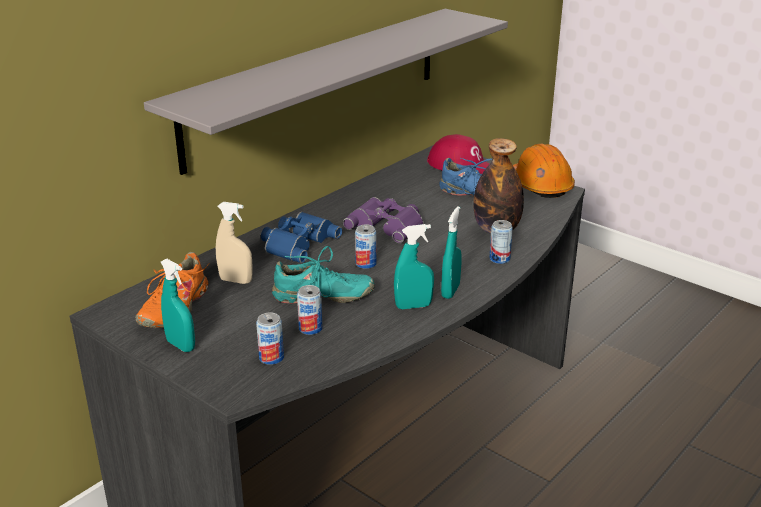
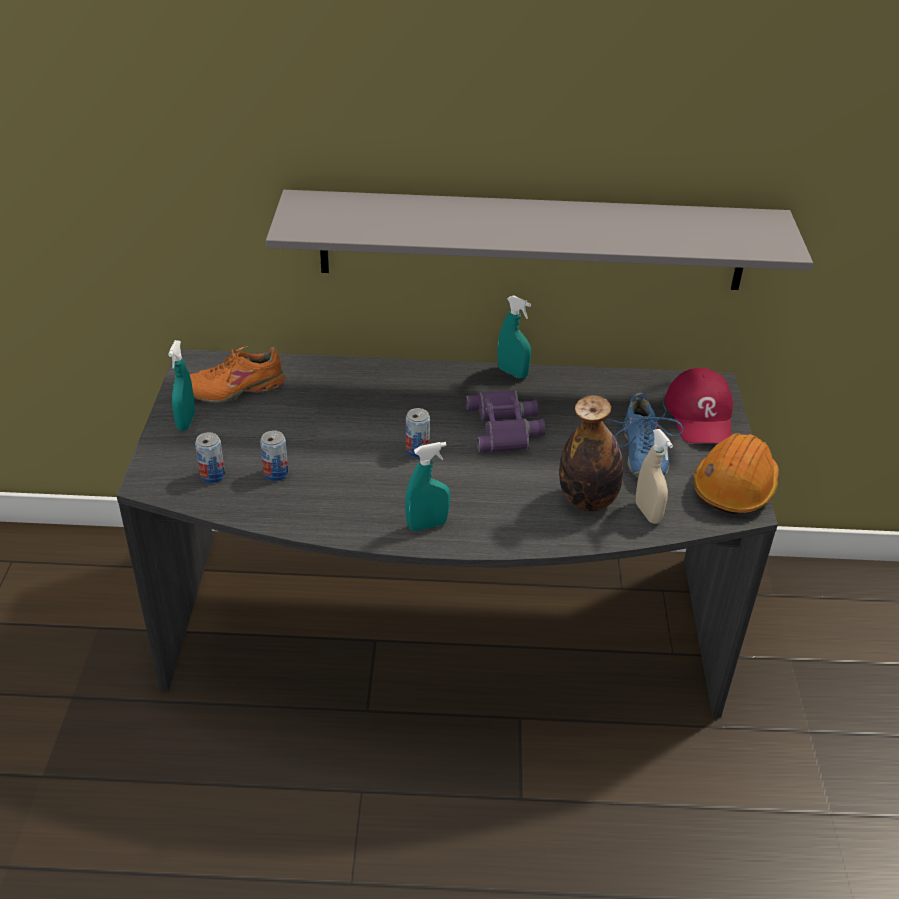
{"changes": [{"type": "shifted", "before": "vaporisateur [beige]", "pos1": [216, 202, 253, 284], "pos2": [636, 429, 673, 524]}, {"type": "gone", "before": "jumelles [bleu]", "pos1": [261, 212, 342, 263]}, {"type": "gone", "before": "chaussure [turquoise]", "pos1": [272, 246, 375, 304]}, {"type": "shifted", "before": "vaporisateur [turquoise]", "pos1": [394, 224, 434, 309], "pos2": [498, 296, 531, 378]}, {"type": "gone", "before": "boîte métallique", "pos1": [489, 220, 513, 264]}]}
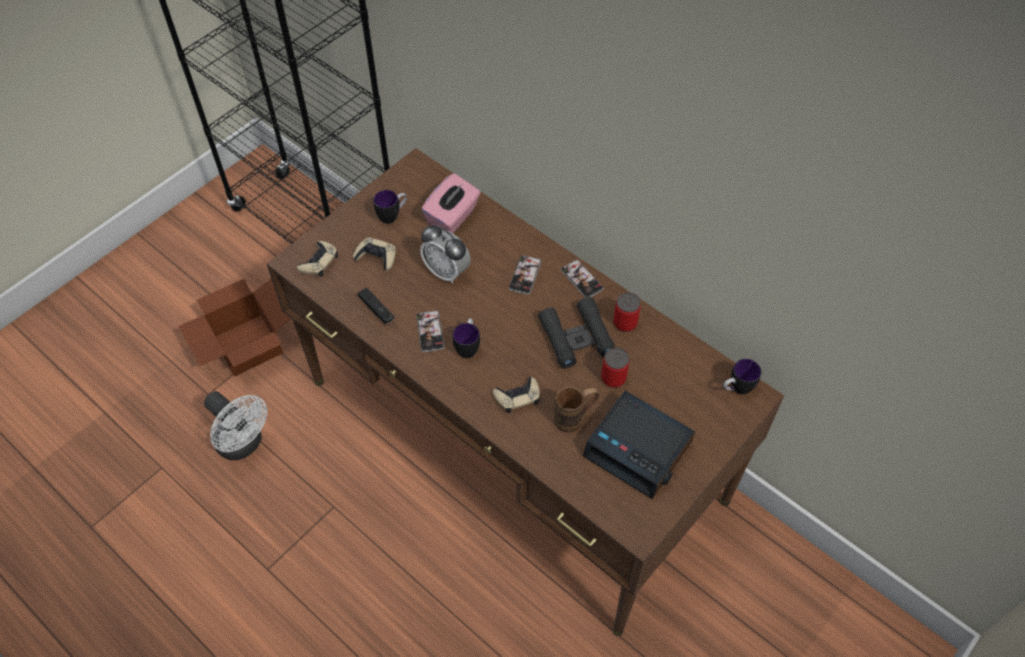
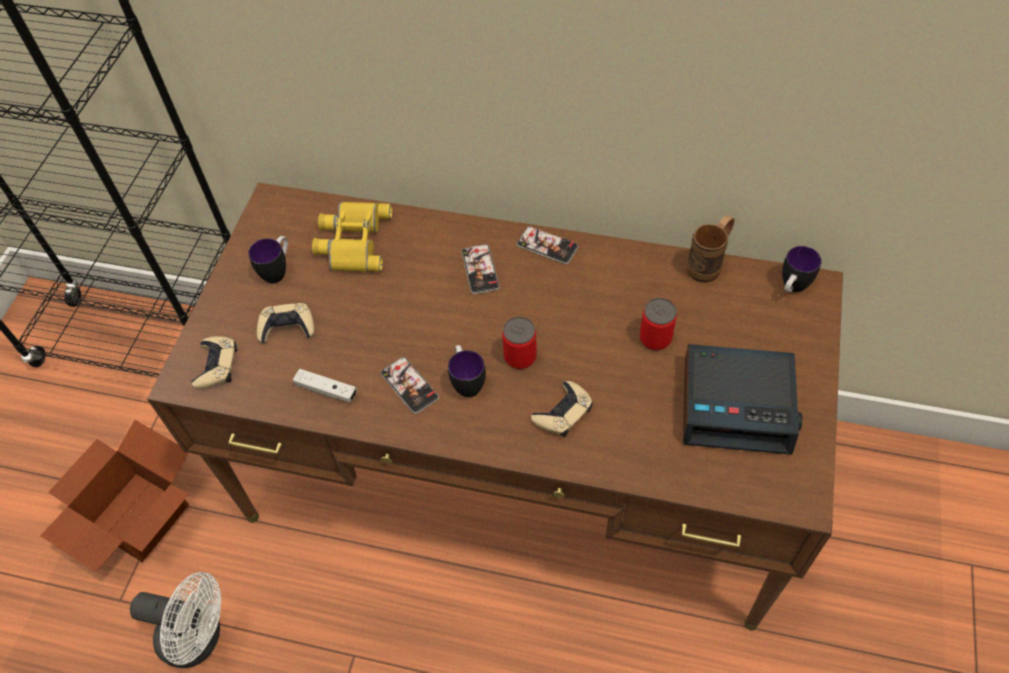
{"changes": [{"type": "repainted", "before": "manette [noir]", "after": "manette [blanc]", "pos1": [358, 288, 395, 325], "pos2": [293, 369, 357, 403]}, {"type": "gone", "before": "réveil", "pos1": [420, 225, 471, 284]}, {"type": "swapped", "before": "boîte à mouchoirs [rose]", "after": "jumelles [jaune]", "pos1": [421, 173, 480, 233], "pos2": [312, 202, 392, 272]}, {"type": "gone", "before": "jumelles [noir]", "pos1": [538, 297, 615, 369]}, {"type": "shifted", "before": "mug [marron]", "pos1": [554, 387, 600, 433], "pos2": [687, 215, 735, 283]}, {"type": "shifted", "before": "boîte métallique", "pos1": [613, 292, 641, 332], "pos2": [502, 317, 537, 369]}]}
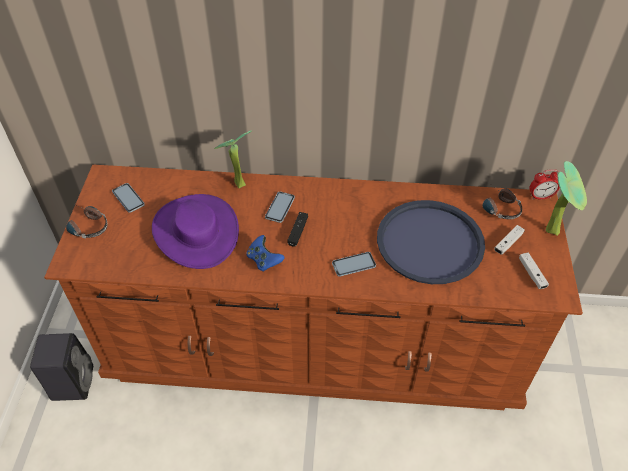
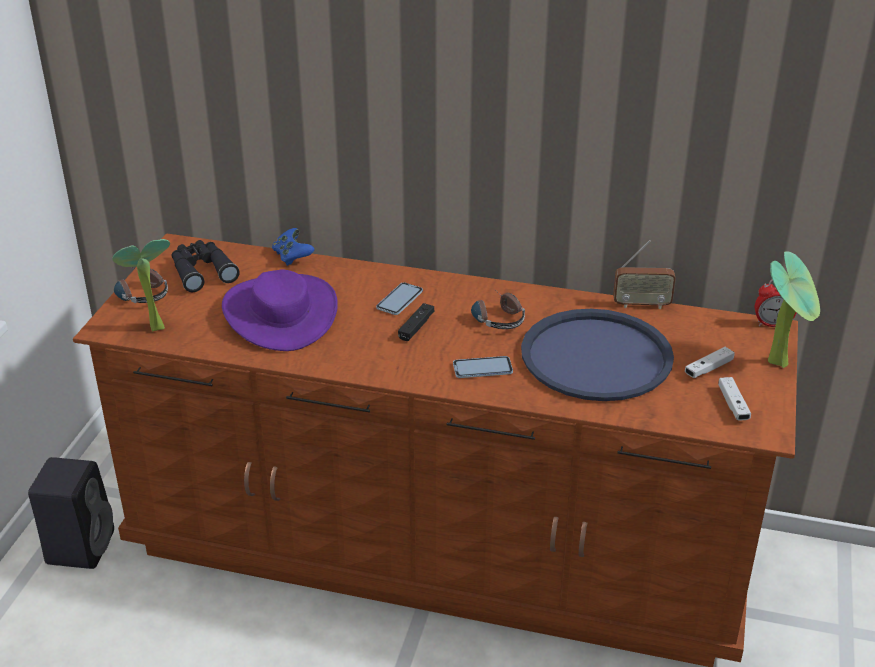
{"changes": [{"type": "swapped", "before": "téléphone", "after": "jumelles [noir]", "pos1": [112, 183, 145, 213], "pos2": [171, 240, 240, 292]}, {"type": "shifted", "before": "plante en pot", "pos1": [214, 130, 252, 188], "pos2": [112, 239, 170, 332]}, {"type": "shifted", "before": "manette [bleu]", "pos1": [246, 235, 284, 272], "pos2": [272, 228, 314, 266]}, {"type": "shifted", "before": "casque audio", "pos1": [482, 183, 523, 219], "pos2": [471, 287, 525, 329]}, {"type": "new", "after": "radio", "pos2": [613, 240, 676, 309]}]}
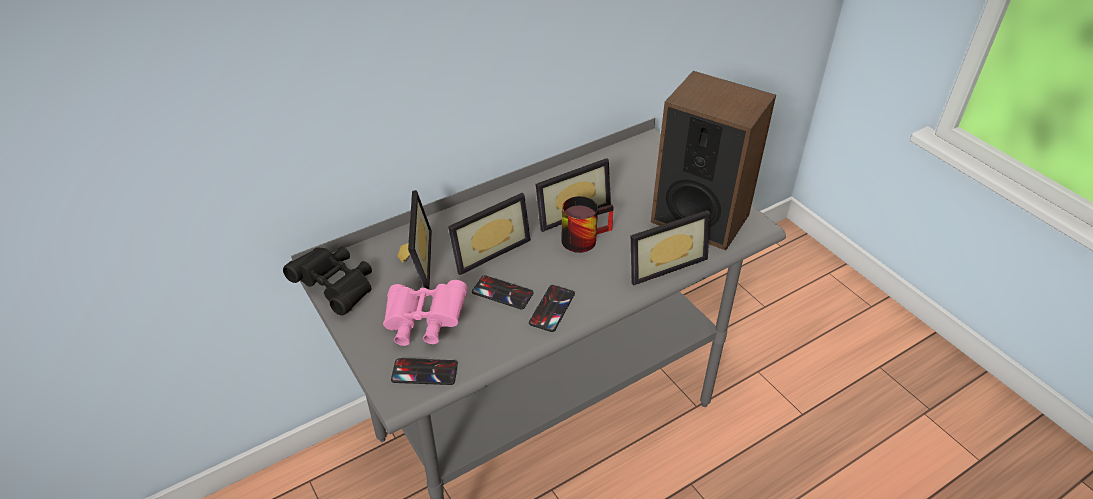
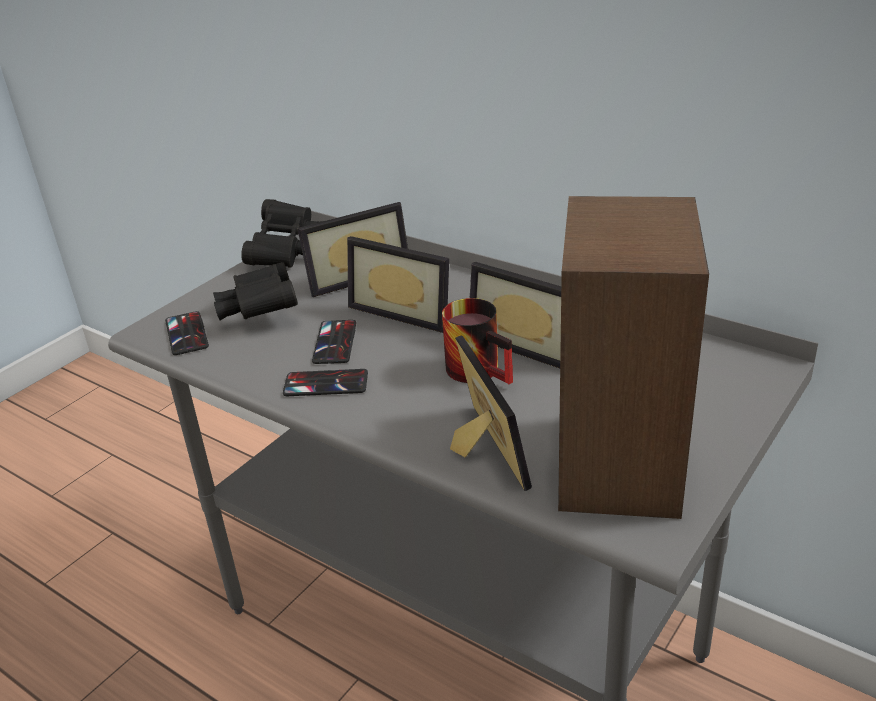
{"changes": [{"type": "repainted", "before": "jumelles [rose]", "after": "jumelles [noir]", "pos1": [383, 280, 468, 346], "pos2": [213, 262, 298, 320]}, {"type": "rotated", "before": "cadre photo", "pos1": [631, 210, 710, 285], "pos2": [450, 336, 532, 491], "turn": -150}]}
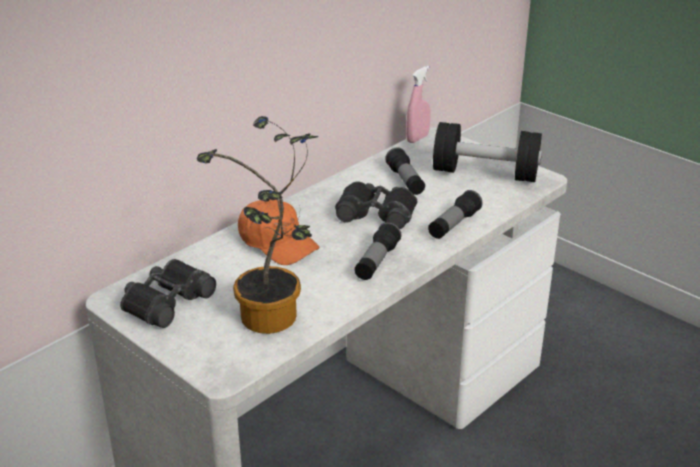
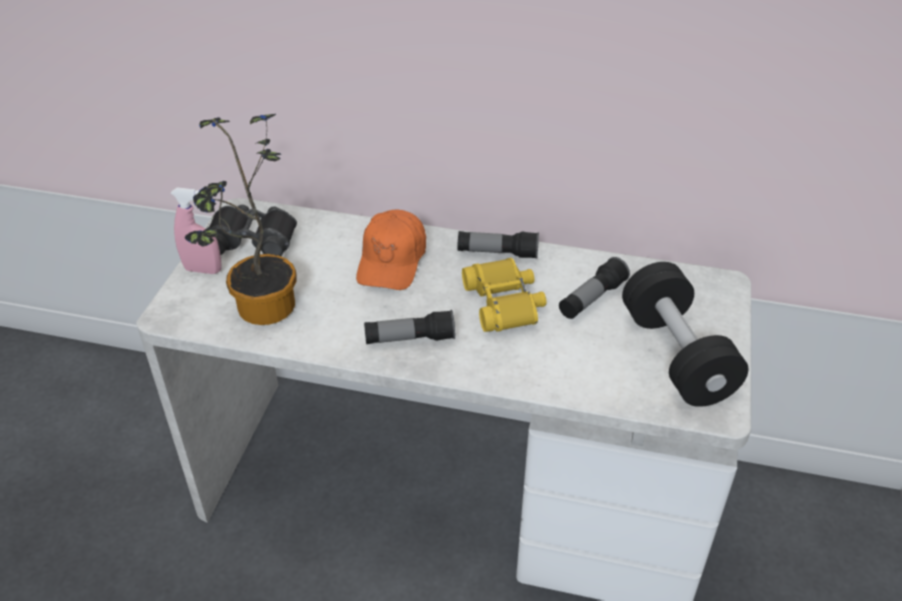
{"changes": [{"type": "repainted", "before": "jumelles [noir]", "after": "jumelles [jaune]", "pos1": [335, 181, 418, 229], "pos2": [462, 258, 546, 332]}, {"type": "shifted", "before": "vaporisateur [rose]", "pos1": [406, 66, 431, 143], "pos2": [171, 187, 222, 274]}, {"type": "shifted", "before": "lampe de poche", "pos1": [428, 190, 483, 239], "pos2": [457, 231, 539, 259]}]}
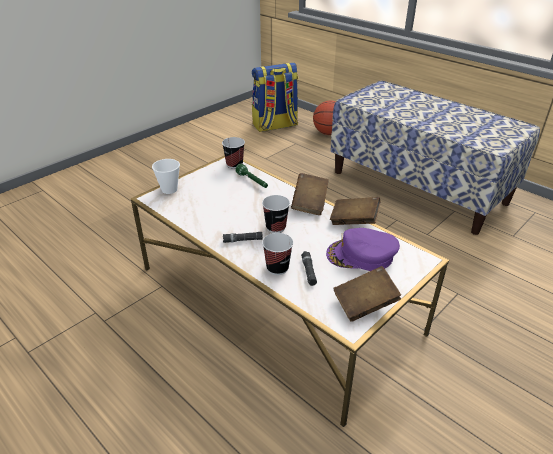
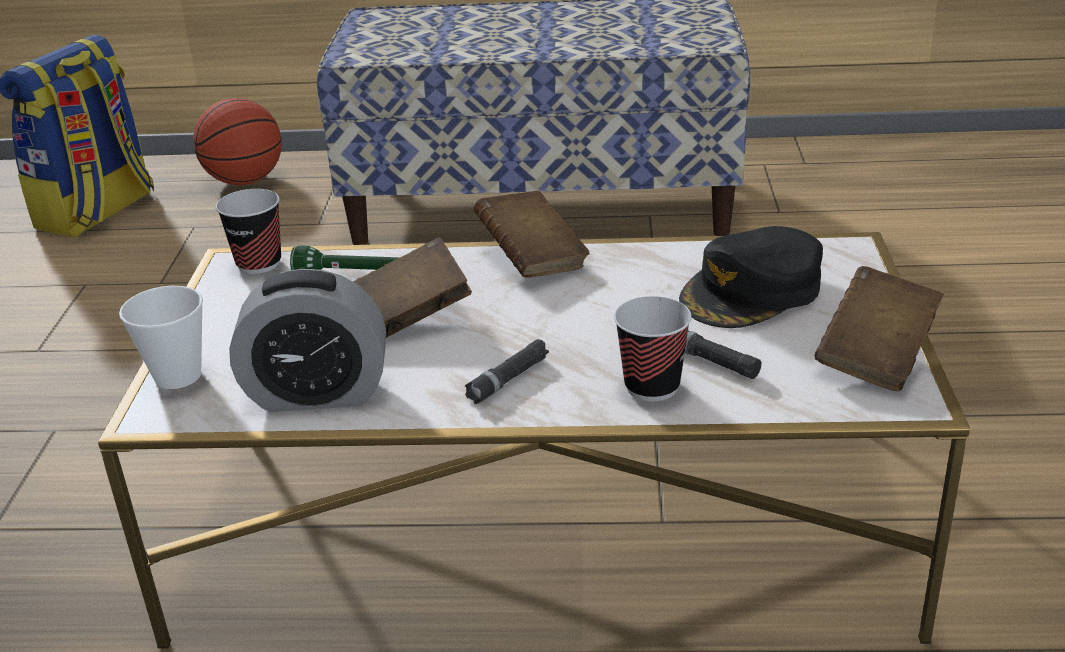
{"changes": [{"type": "gone", "before": "tasse", "pos1": [262, 195, 290, 233]}, {"type": "repainted", "before": "casquette [violet]", "after": "casquette [noir]", "pos1": [326, 228, 400, 271], "pos2": [679, 226, 823, 328]}, {"type": "shifted", "before": "livre [marron]", "pos1": [330, 197, 381, 225], "pos2": [353, 238, 472, 338]}, {"type": "new", "after": "réveil", "pos2": [229, 269, 386, 412]}]}
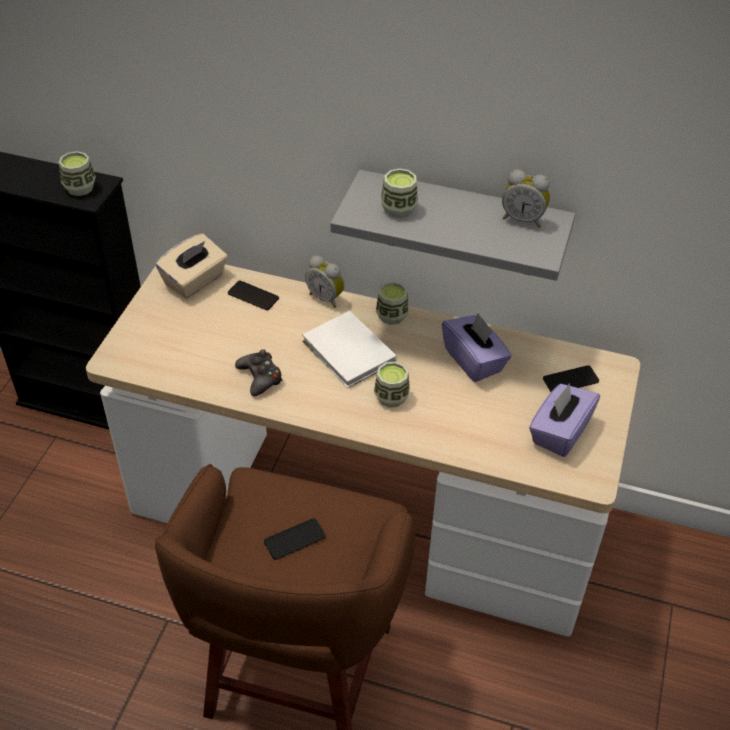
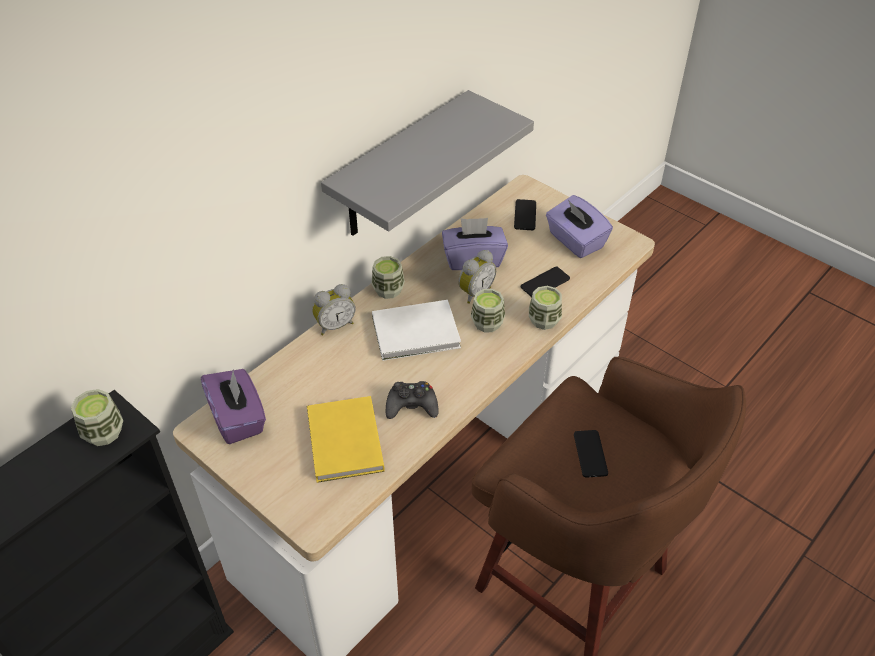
{"changes": [{"type": "repainted", "before": "boîte à mouchoirs [beige]", "after": "boîte à mouchoirs [violet]", "pos1": [156, 233, 228, 298], "pos2": [201, 369, 266, 444]}, {"type": "shifted", "before": "téléphone", "pos1": [228, 281, 279, 310], "pos2": [521, 267, 570, 297]}, {"type": "shifted", "before": "tasse", "pos1": [381, 168, 418, 218], "pos2": [529, 286, 562, 330]}, {"type": "shifted", "before": "réveil", "pos1": [502, 170, 550, 228], "pos2": [458, 250, 496, 304]}, {"type": "new", "after": "livre [jaune]", "pos2": [307, 396, 385, 483]}]}
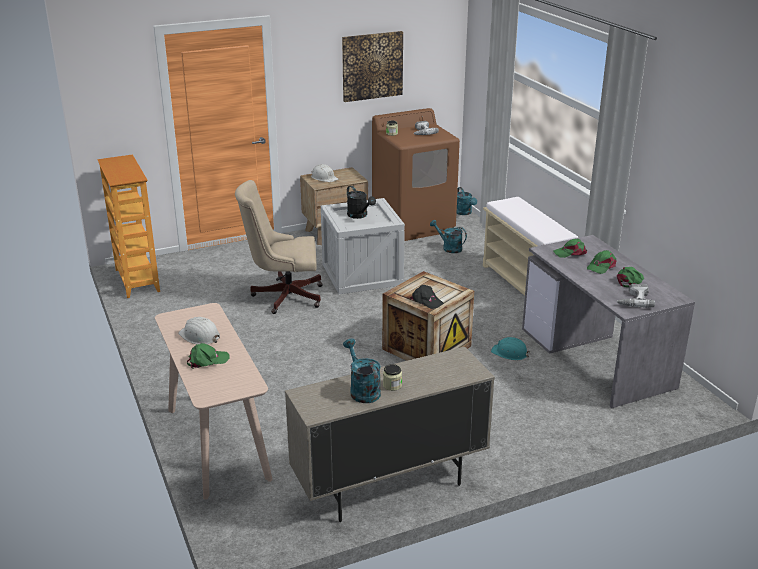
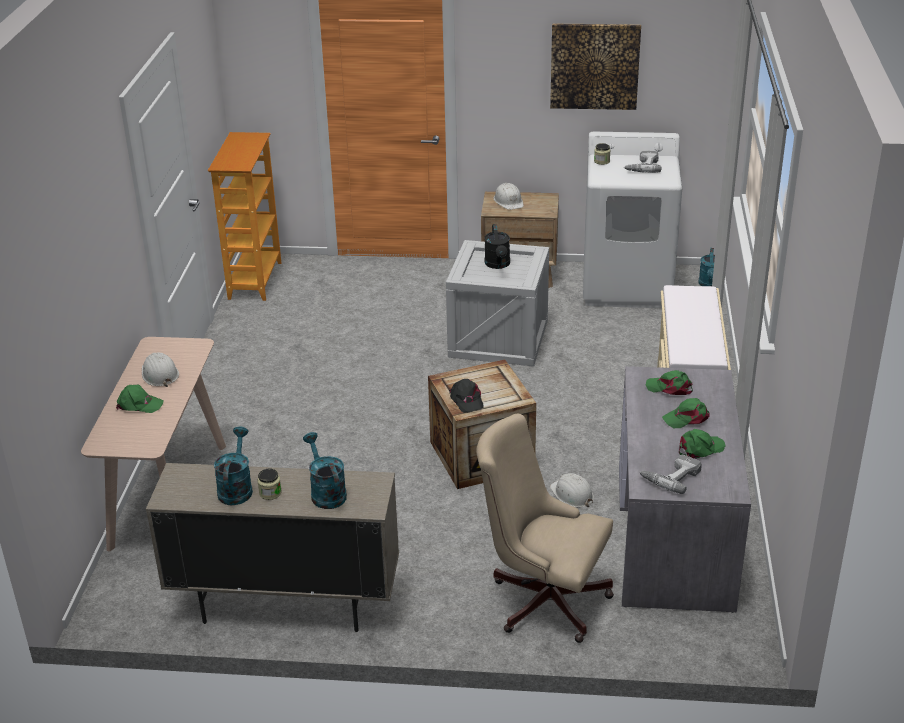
{"changes": [{"type": "shifted", "before": "chaise de bureau [beige]", "pos1": [235, 180, 323, 314], "pos2": [476, 413, 614, 643]}, {"type": "repainted", "before": "lave-linge [marron]", "after": "lave-linge [blanc]", "pos1": [372, 108, 460, 241], "pos2": [583, 132, 682, 308]}, {"type": "shifted", "before": "arrosoir [turquoise]", "pos1": [430, 220, 467, 253], "pos2": [303, 432, 347, 509]}, {"type": "repainted", "before": "casque de chantier [turquoise]", "after": "casque de chantier [blanc]", "pos1": [491, 337, 530, 360], "pos2": [550, 473, 594, 507]}]}
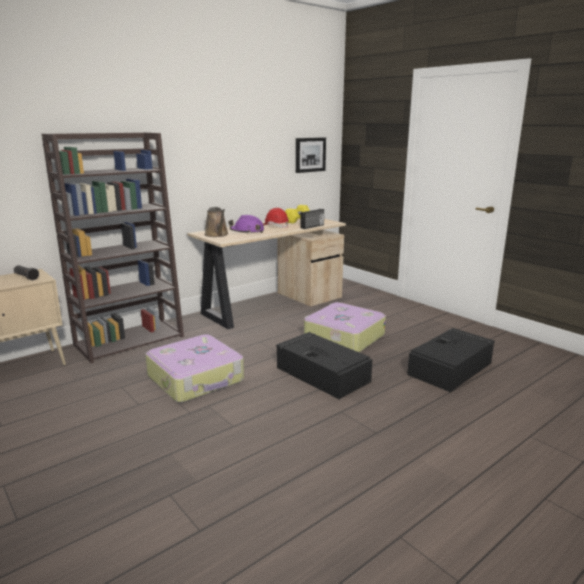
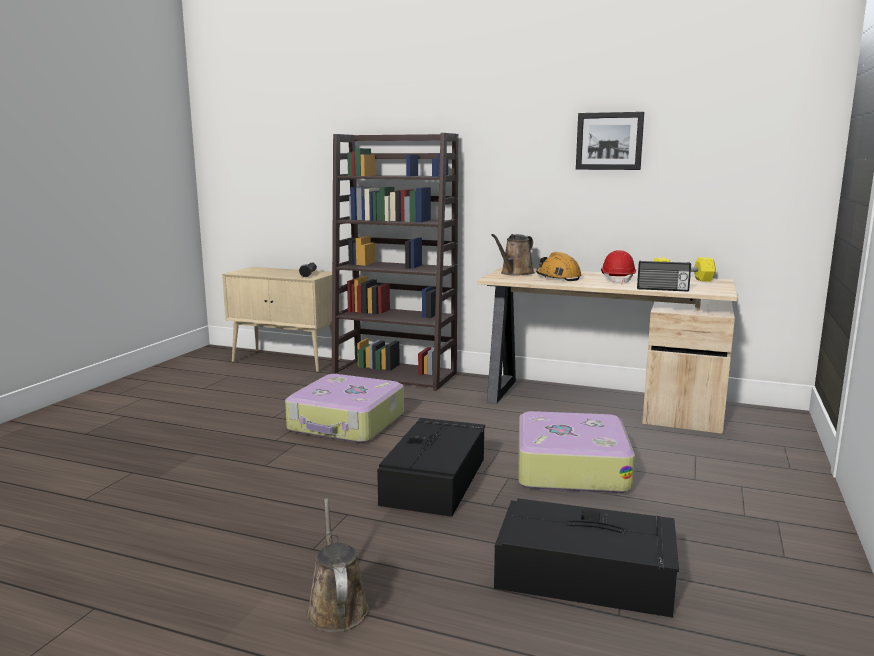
{"changes": [{"type": "repainted", "before": "casque de chantier [violet]", "after": "casque de chantier [orange]", "pos1": [228, 215, 264, 234], "pos2": [536, 252, 582, 281]}, {"type": "shifted", "before": "tableau", "pos1": [296, 138, 326, 173], "pos2": [576, 112, 644, 170]}, {"type": "new", "after": "arrosoir [marron]", "pos2": [306, 499, 369, 632]}]}
